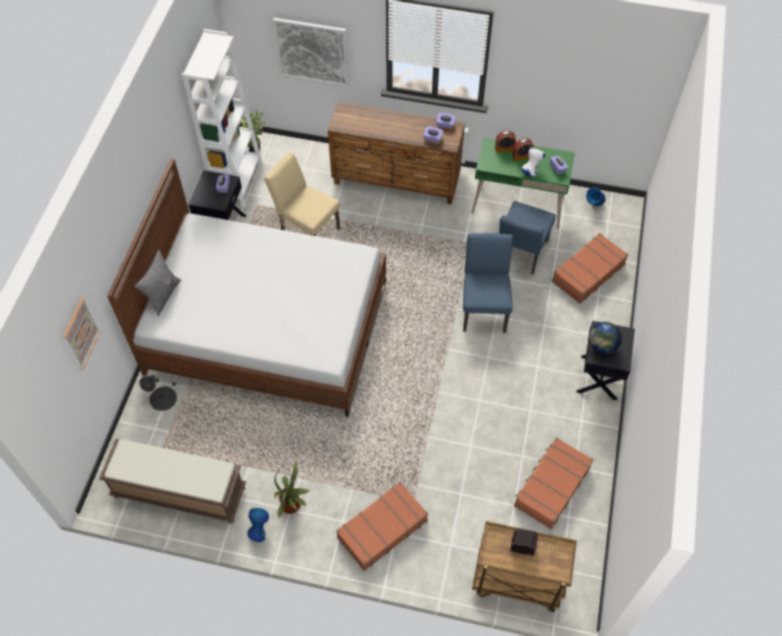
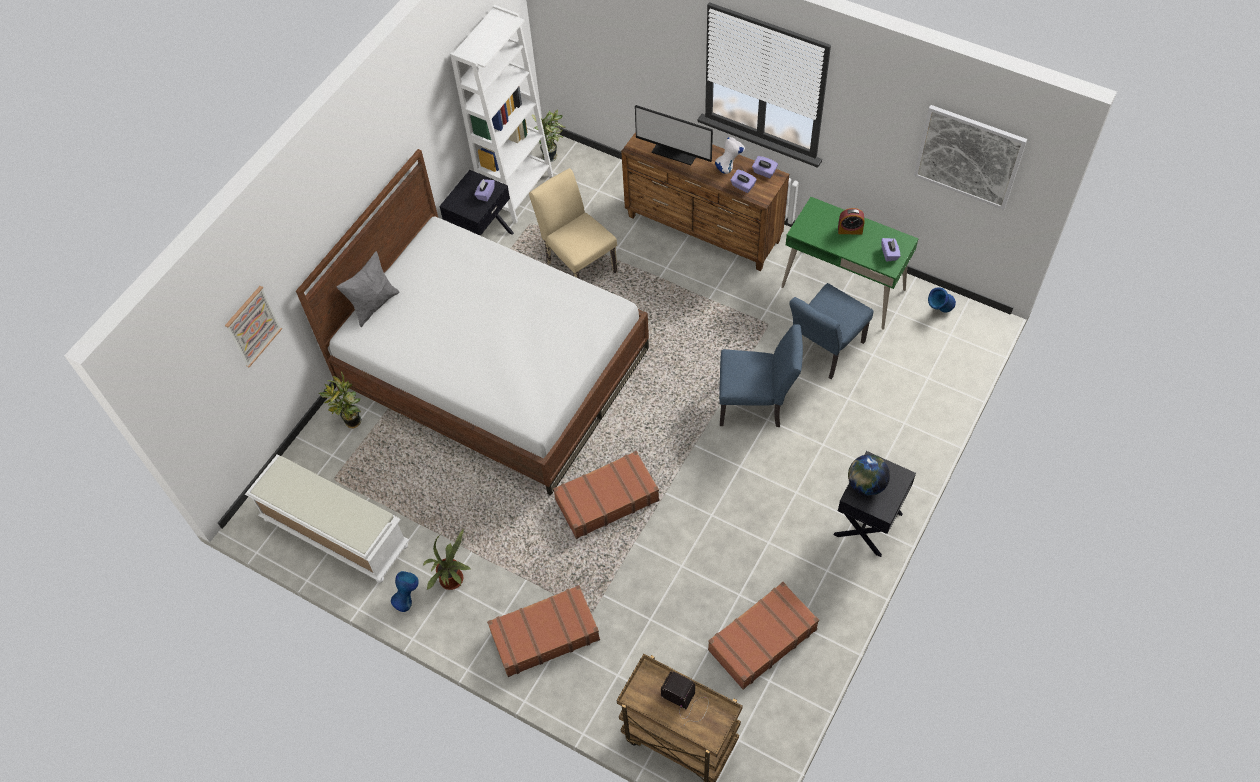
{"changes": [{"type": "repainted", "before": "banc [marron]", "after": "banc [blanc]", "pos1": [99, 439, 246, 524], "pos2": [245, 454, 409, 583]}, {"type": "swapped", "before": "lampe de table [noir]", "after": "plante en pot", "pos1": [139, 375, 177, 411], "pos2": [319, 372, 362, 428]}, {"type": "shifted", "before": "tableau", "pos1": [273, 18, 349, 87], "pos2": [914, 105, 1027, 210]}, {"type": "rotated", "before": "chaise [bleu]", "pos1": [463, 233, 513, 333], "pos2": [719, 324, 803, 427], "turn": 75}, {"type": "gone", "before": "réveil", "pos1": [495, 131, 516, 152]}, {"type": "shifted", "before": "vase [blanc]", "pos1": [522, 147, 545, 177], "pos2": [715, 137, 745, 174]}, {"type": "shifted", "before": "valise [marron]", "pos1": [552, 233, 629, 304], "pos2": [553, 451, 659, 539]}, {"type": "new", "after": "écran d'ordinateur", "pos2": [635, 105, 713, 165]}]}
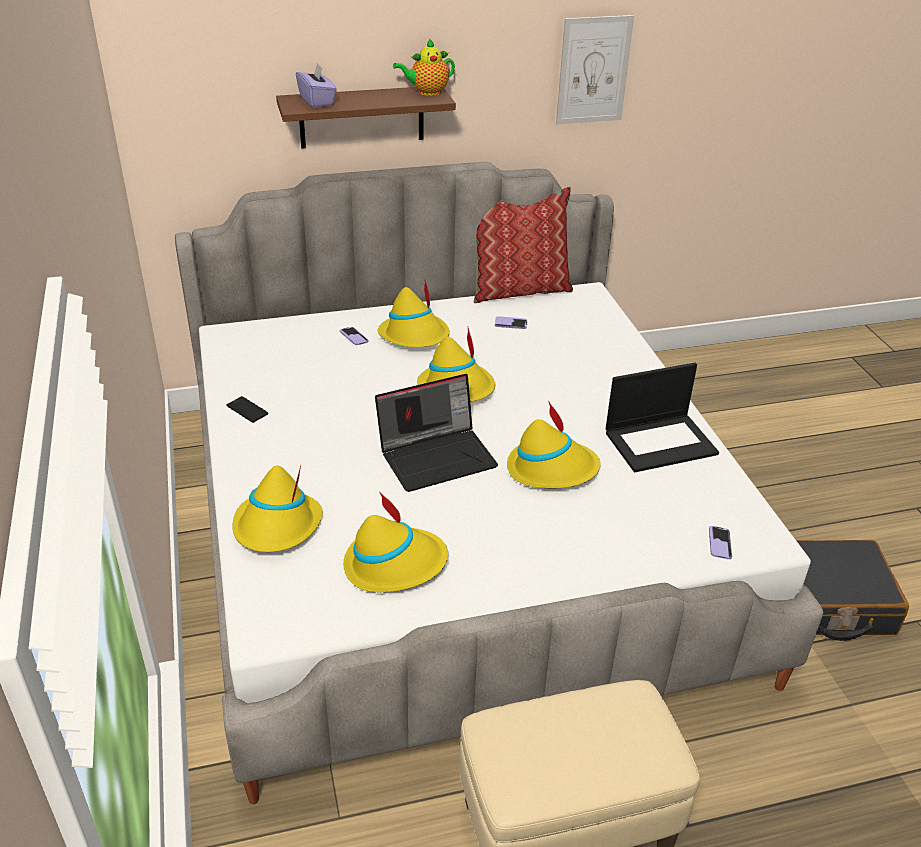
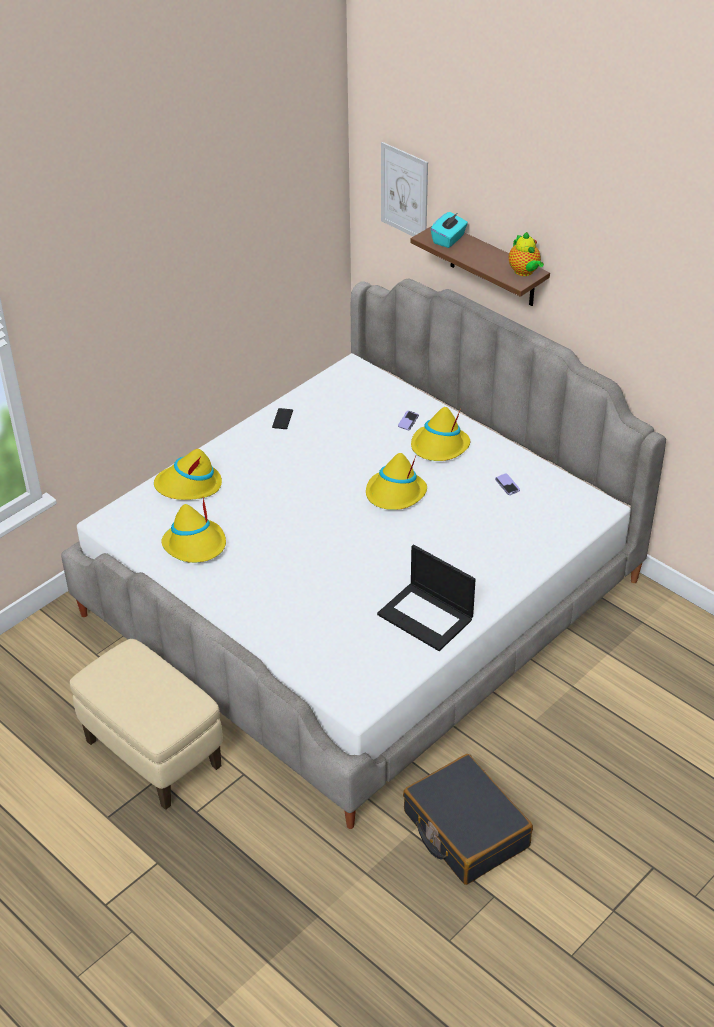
{"changes": [{"type": "repainted", "before": "boîte à mouchoirs [violet]", "after": "boîte à mouchoirs [turquoise]", "pos1": [296, 62, 337, 108], "pos2": [431, 212, 468, 248]}, {"type": "gone", "before": "ordinateur portable", "pos1": [375, 374, 498, 492]}, {"type": "rotated", "before": "théière", "pos1": [393, 38, 455, 96], "pos2": [509, 232, 544, 276], "turn": -150}, {"type": "gone", "before": "coussin", "pos1": [474, 186, 573, 303]}, {"type": "gone", "before": "chapeau [jaune]", "pos1": [507, 401, 601, 488]}, {"type": "shifted", "before": "tableau", "pos1": [556, 15, 634, 125], "pos2": [381, 142, 428, 236]}, {"type": "gone", "before": "téléphone", "pos1": [709, 526, 732, 559]}]}
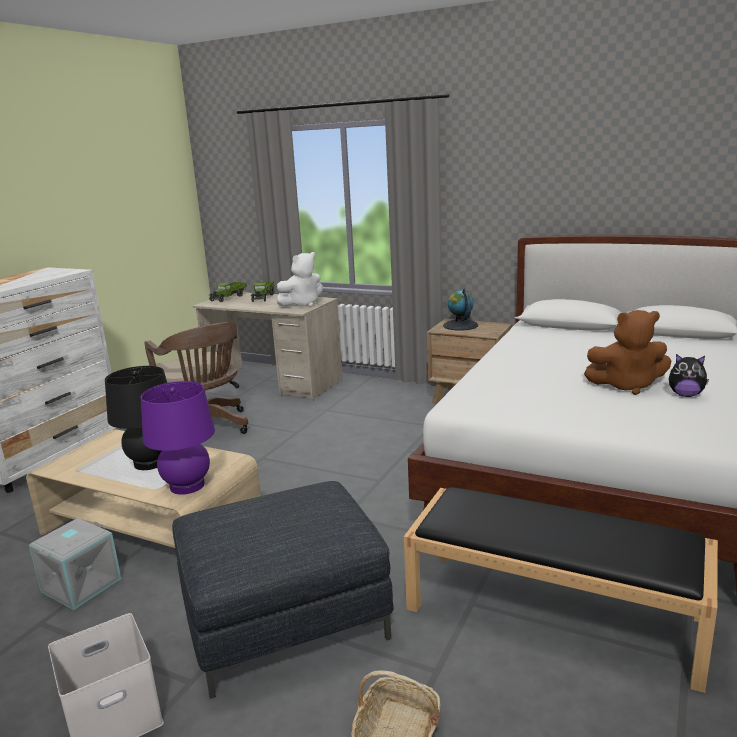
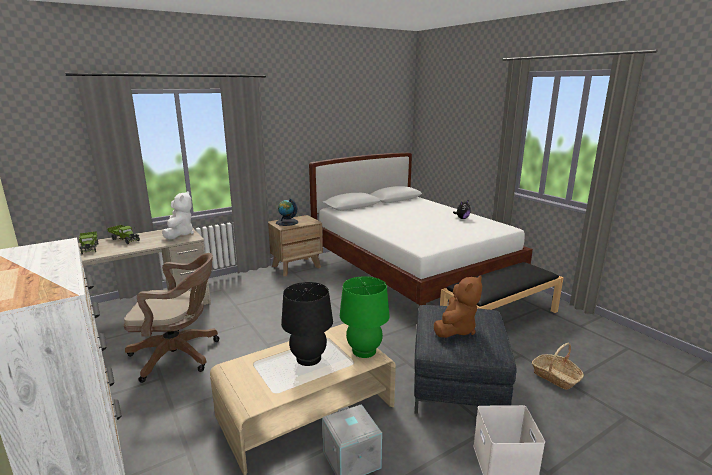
{"changes": [{"type": "repainted", "before": "lampe de table [violet]", "after": "lampe de table [vert]", "pos1": [141, 381, 215, 495], "pos2": [340, 276, 390, 358]}, {"type": "shifted", "before": "peluche [marron]", "pos1": [584, 310, 672, 395], "pos2": [434, 275, 482, 338]}]}
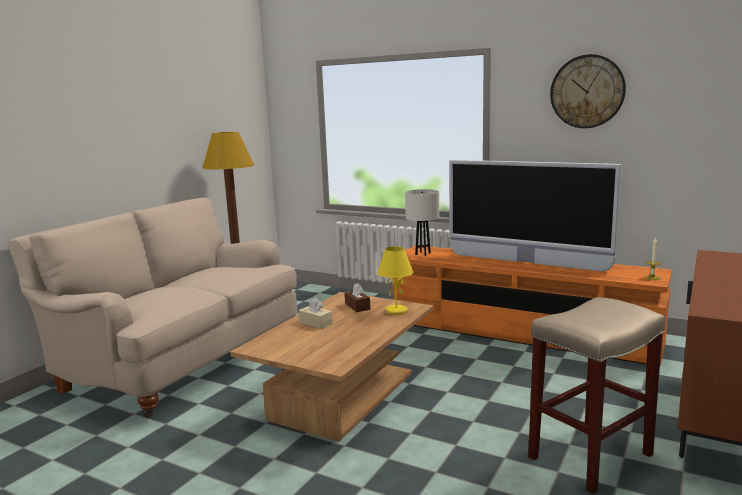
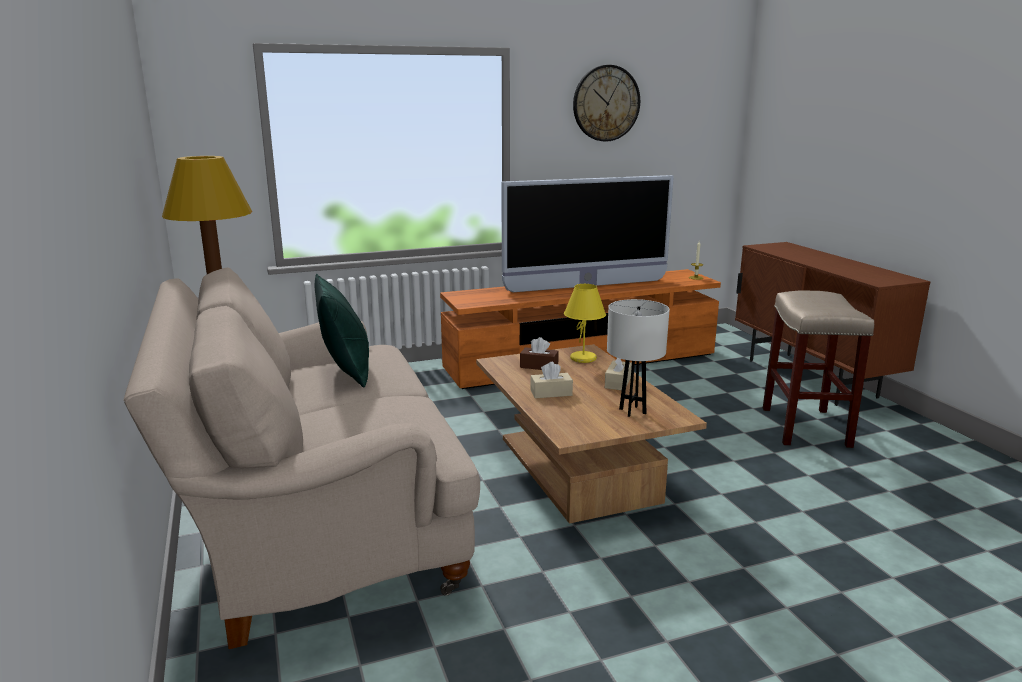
{"changes": [{"type": "shifted", "before": "lampe de table [blanc]", "pos1": [405, 189, 439, 256], "pos2": [607, 299, 670, 417]}, {"type": "new", "after": "coussin [vert]", "pos2": [315, 274, 369, 387]}, {"type": "new", "after": "boîte à mouchoirs [beige]", "pos2": [605, 357, 632, 390]}]}
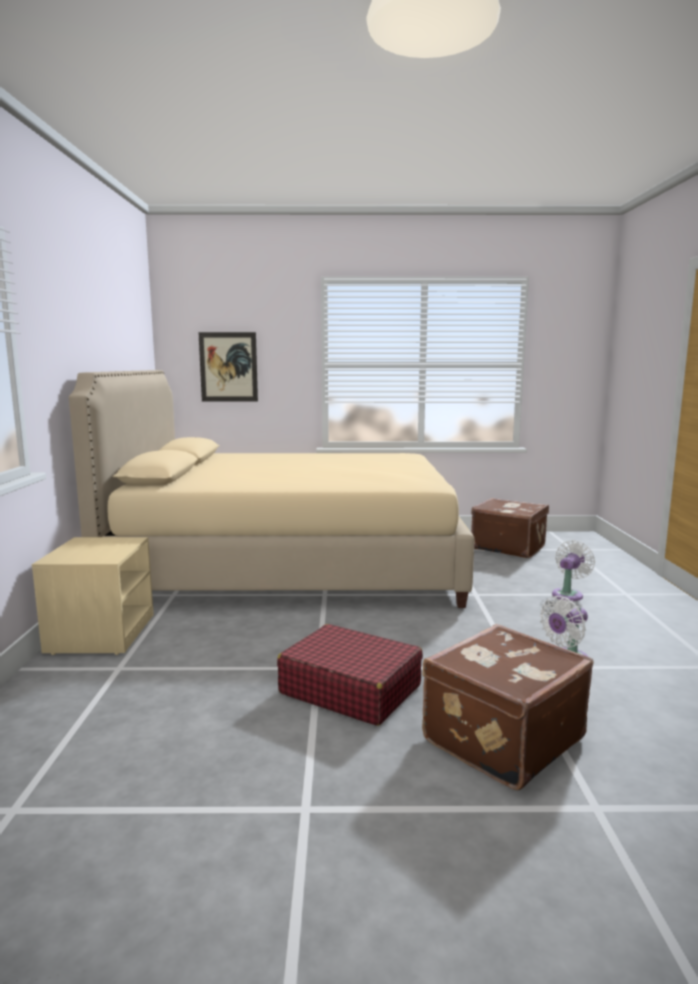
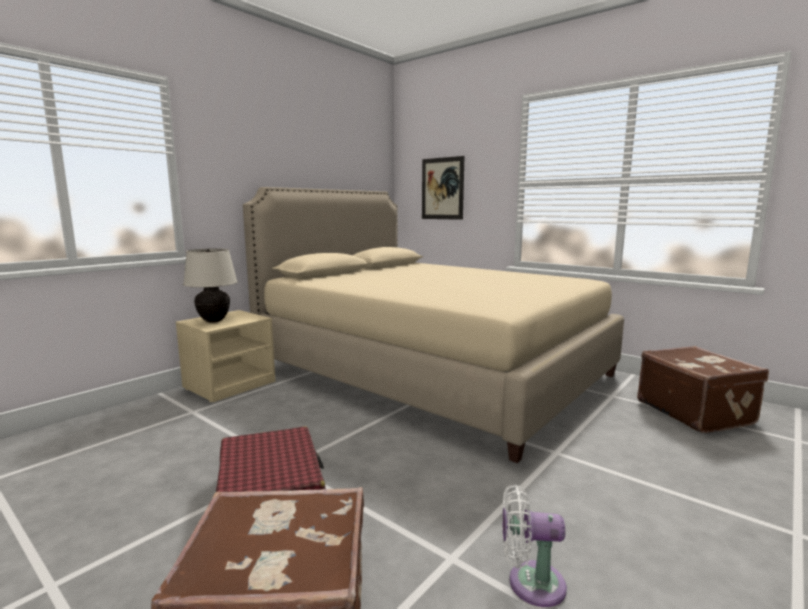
{"changes": [{"type": "gone", "before": "ventilateur [blanc]", "pos1": [552, 540, 595, 601]}, {"type": "new", "after": "lampe de table [beige]", "pos2": [183, 248, 238, 323]}]}
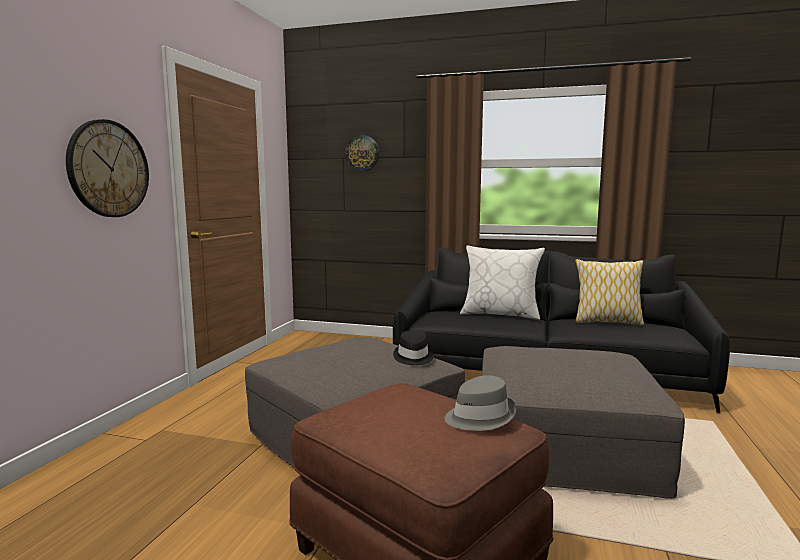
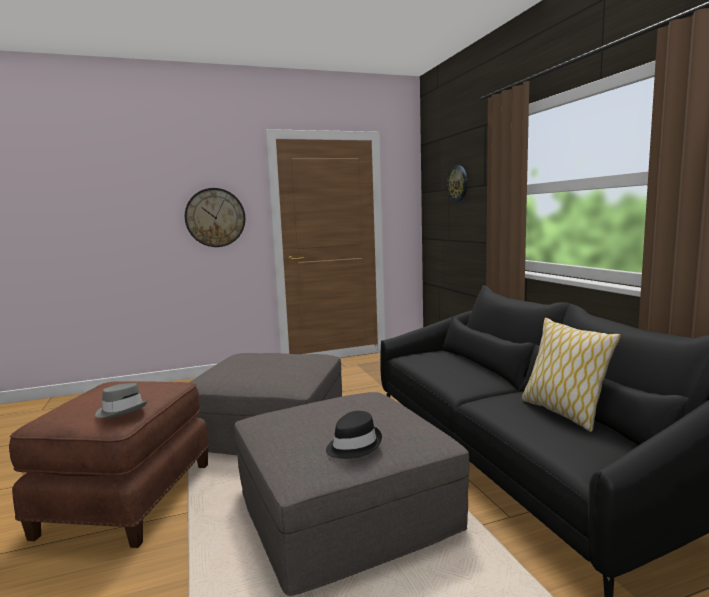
{"changes": [{"type": "shifted", "before": "chapeau [noir]", "pos1": [393, 330, 434, 366], "pos2": [326, 411, 382, 459]}, {"type": "gone", "before": "coussin [blanc]", "pos1": [460, 246, 545, 320]}]}
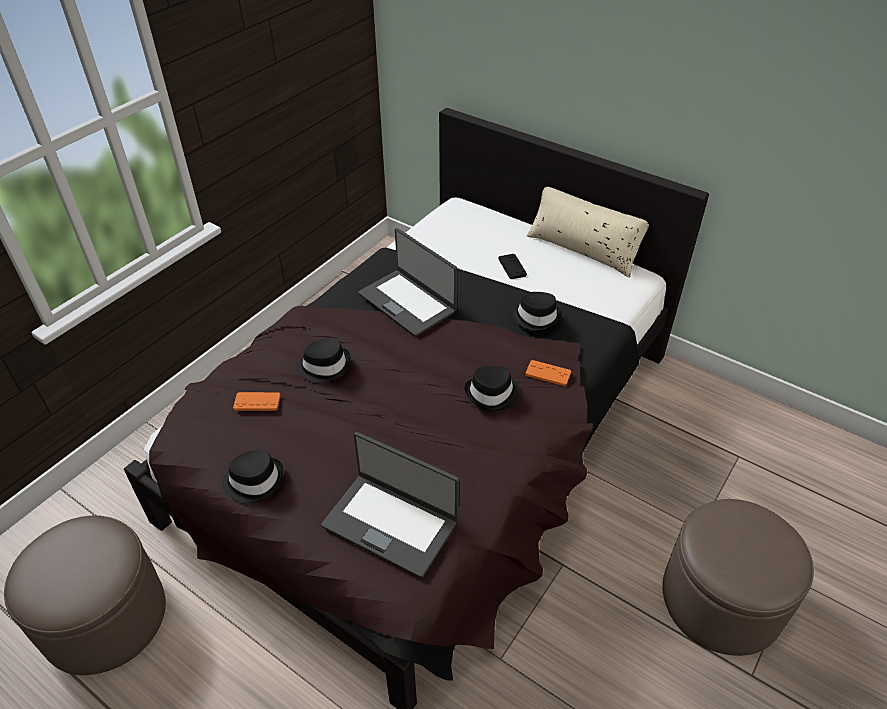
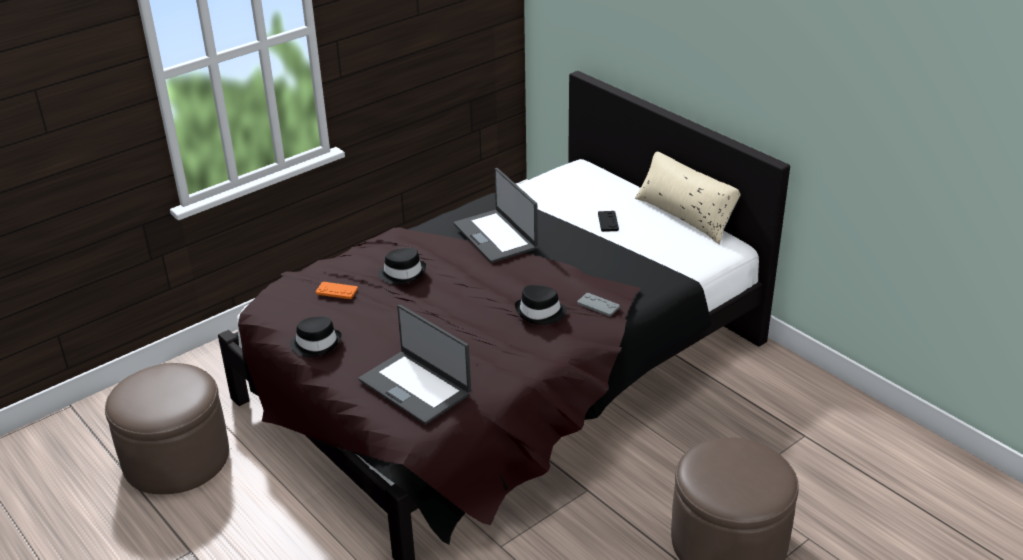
{"changes": [{"type": "gone", "before": "chapeau [noir]", "pos1": [511, 292, 562, 331]}, {"type": "repainted", "before": "manette [orange]", "after": "manette [gris]", "pos1": [525, 360, 571, 386], "pos2": [577, 293, 620, 316]}]}
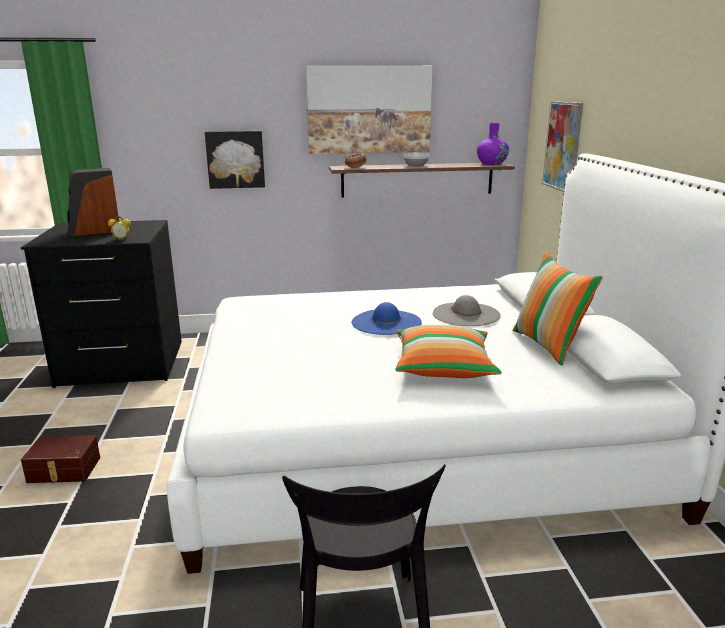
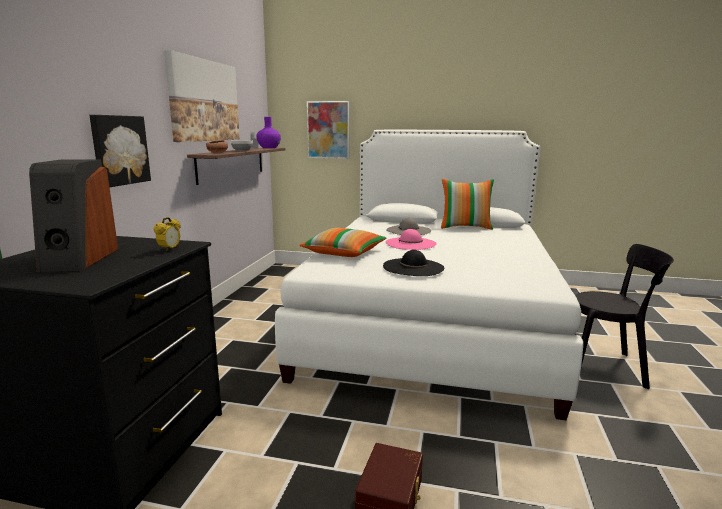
{"changes": [{"type": "repainted", "before": "chapeau [bleu]", "after": "chapeau [rose]", "pos1": [351, 302, 422, 335], "pos2": [386, 229, 437, 250]}, {"type": "shifted", "before": "coussin", "pos1": [395, 325, 502, 378], "pos2": [299, 228, 387, 257]}, {"type": "new", "after": "chapeau [noir]", "pos2": [383, 250, 445, 276]}]}
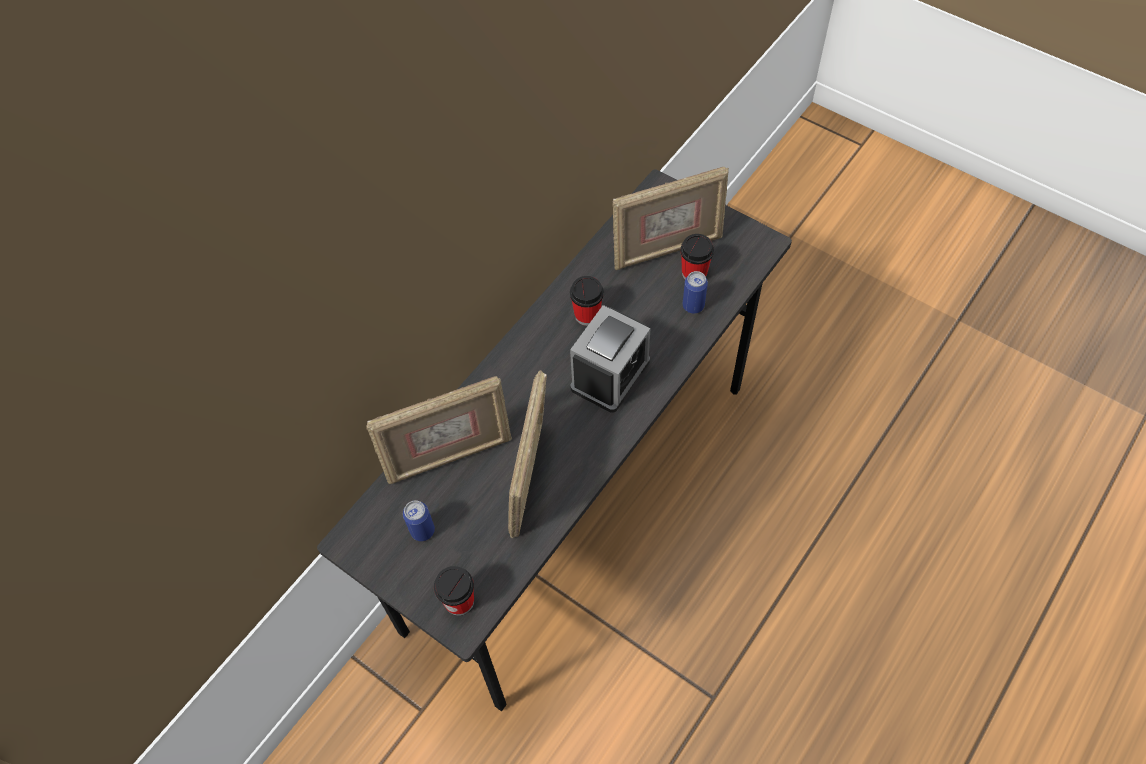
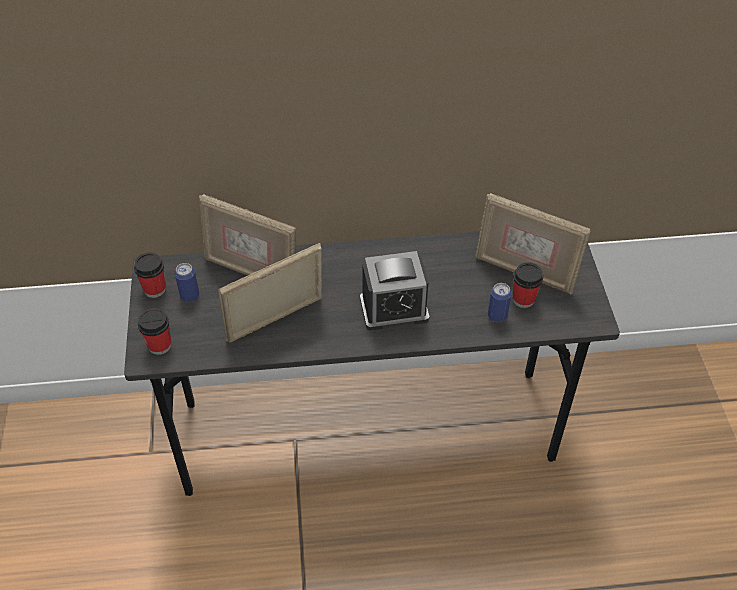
{"changes": [{"type": "shifted", "before": "tasse", "pos1": [570, 276, 604, 326], "pos2": [134, 252, 166, 298]}]}
